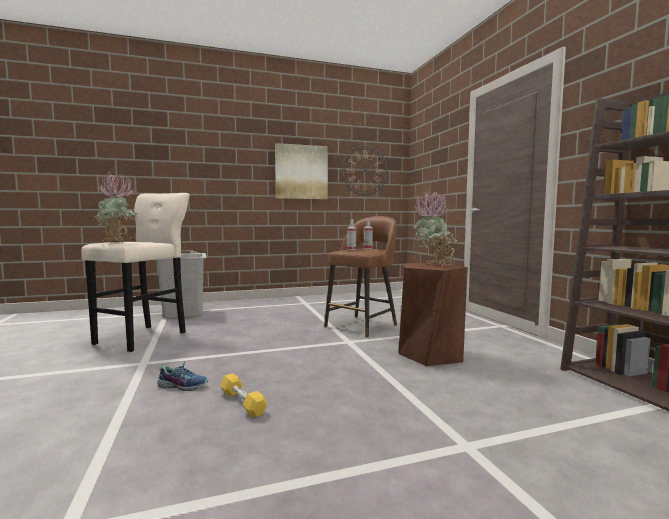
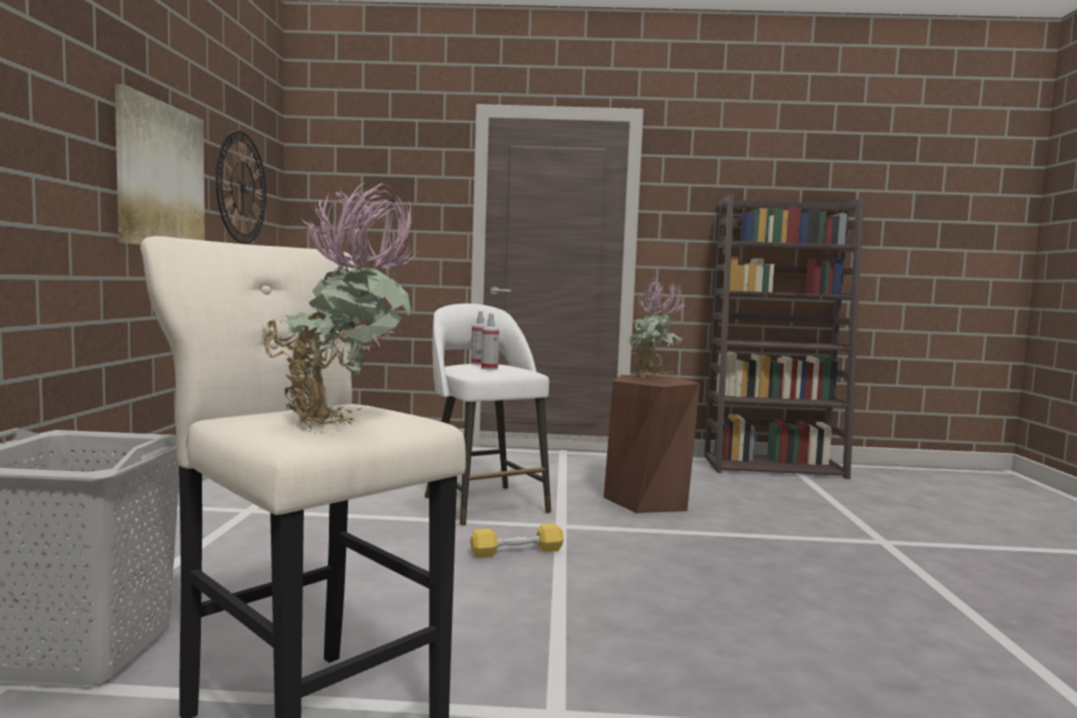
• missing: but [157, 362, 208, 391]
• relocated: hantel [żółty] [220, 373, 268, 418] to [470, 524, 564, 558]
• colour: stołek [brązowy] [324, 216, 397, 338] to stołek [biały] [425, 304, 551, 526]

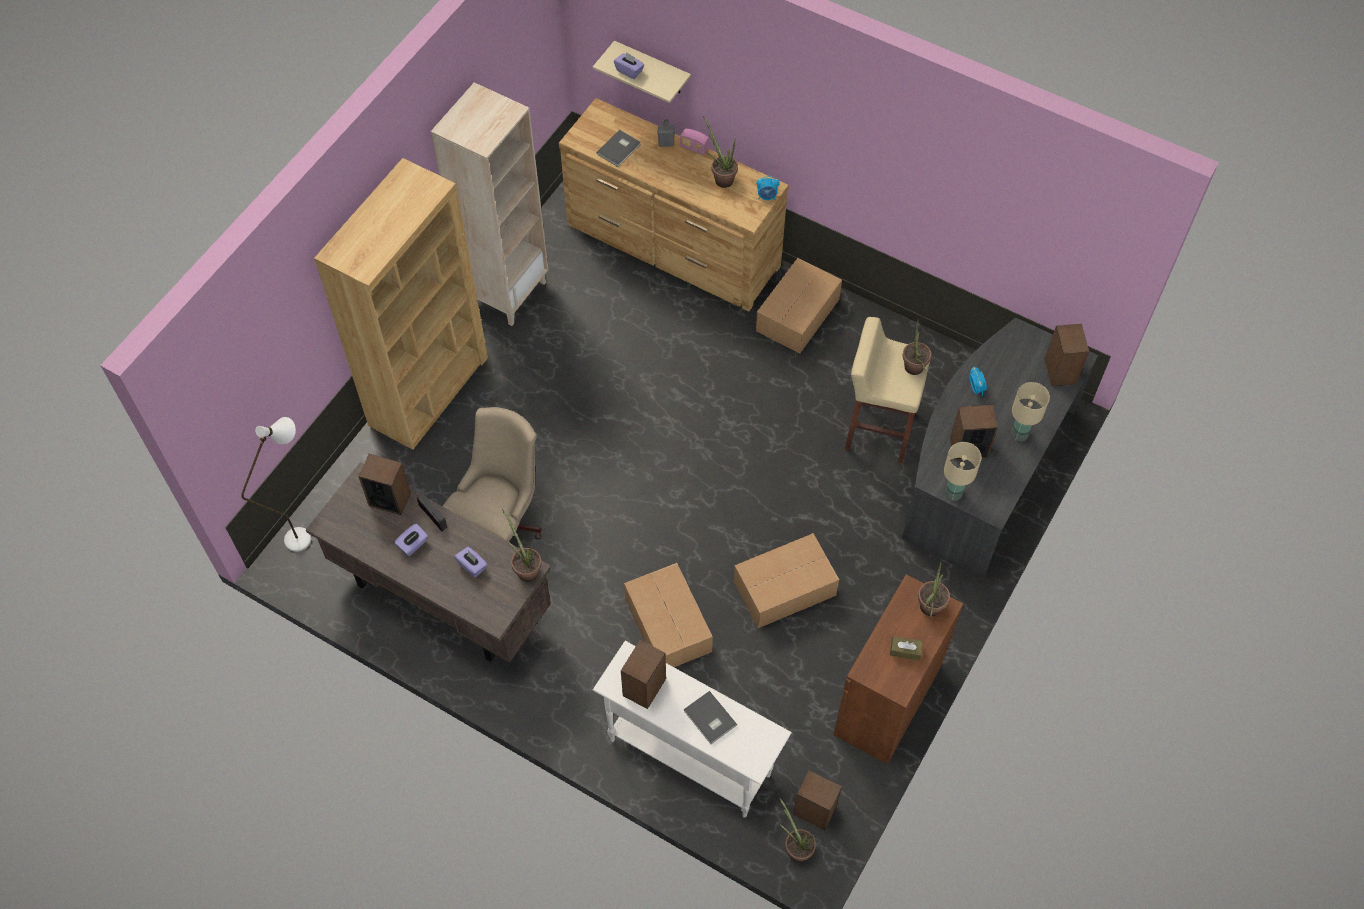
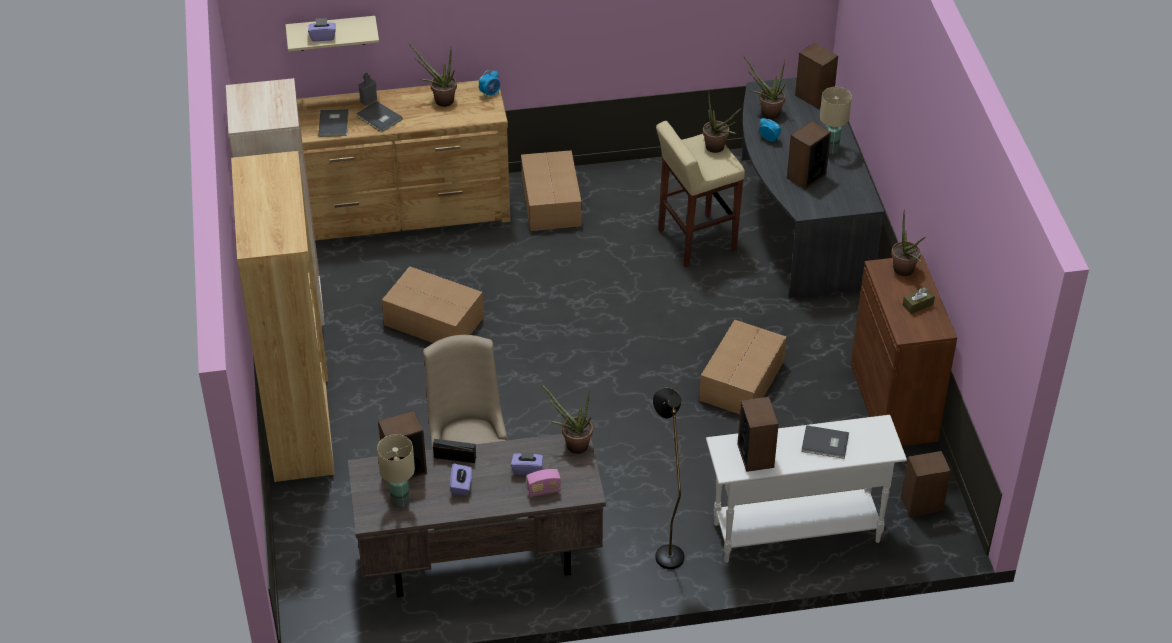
• missing: lampa stojąca [biały] [241, 417, 311, 552]
• relocated: karton [624, 563, 713, 667] to [382, 266, 484, 343]
• relocated: radio [680, 129, 709, 155] to [527, 469, 561, 497]
• relocated: roślina doniczkowa [779, 798, 816, 862] to [744, 56, 786, 119]
• relocated: lampa stołowa [beżowy] [944, 442, 982, 501] to [377, 434, 415, 508]
• appeared: książka [szary] [356, 101, 403, 132]
• appeared: lampa stojąca [czarny] [653, 388, 684, 569]

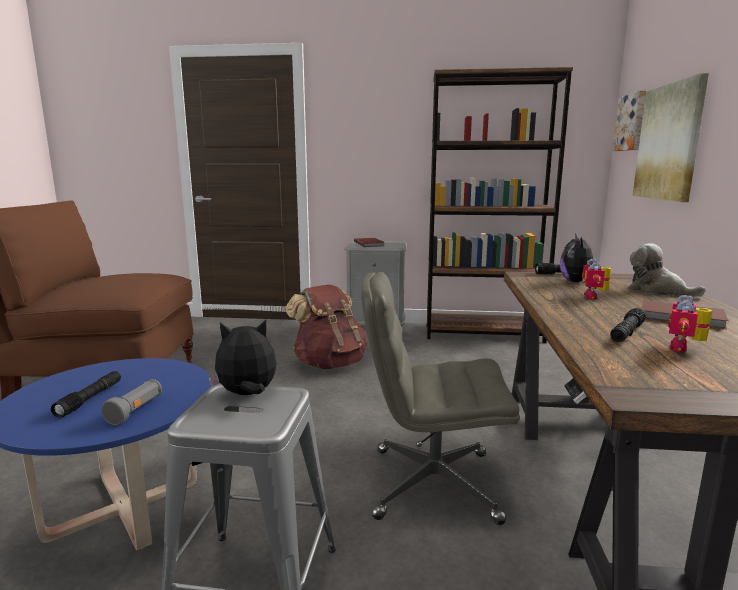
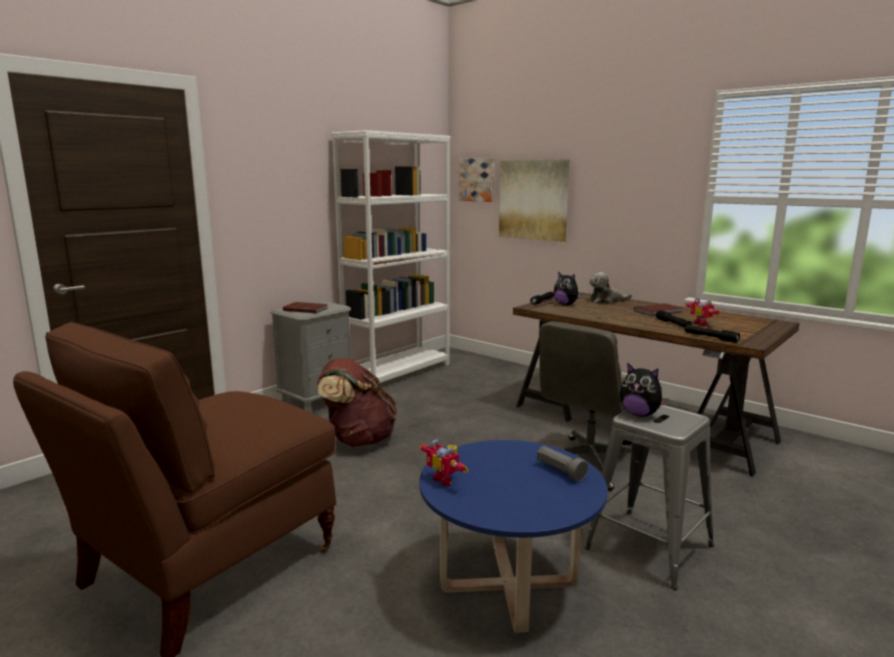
• relocated: latarka [czarny] [51, 371, 121, 418] to [685, 325, 740, 342]
• spun: pluszak [209, 320, 277, 395] = [620, 363, 669, 417] 75 degrees counterclockwise
• colour: regał [brązowy] [427, 67, 573, 343] to regał [biały] [331, 130, 450, 384]
• relocated: robot zabawkowy [582, 259, 612, 299] to [419, 439, 468, 486]

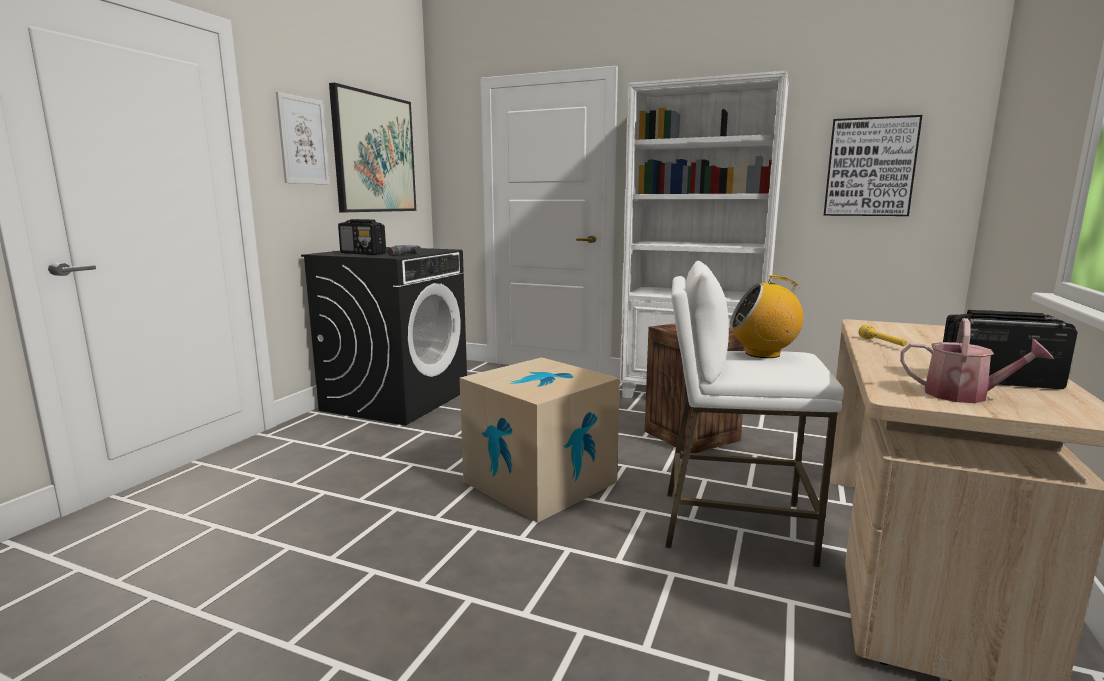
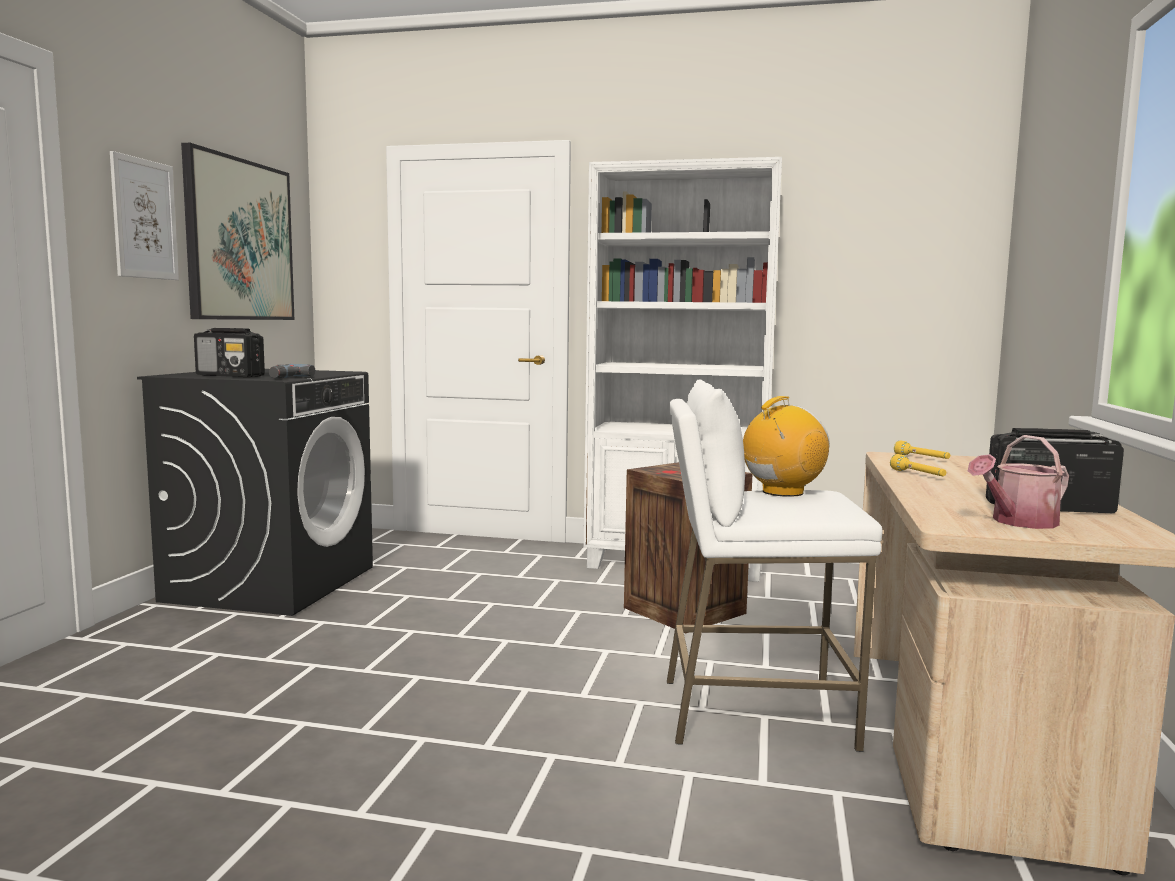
• missing: karton [459, 357, 620, 523]
• spun: radio [730, 275, 803, 358] = [743, 396, 830, 497] 150 degrees clockwise
• missing: obraz [824, 115, 922, 216]
• spun: konewka [900, 318, 1054, 403] = [968, 435, 1069, 529] 135 degrees clockwise
• appeared: latarka [żółty] [894, 440, 950, 459]

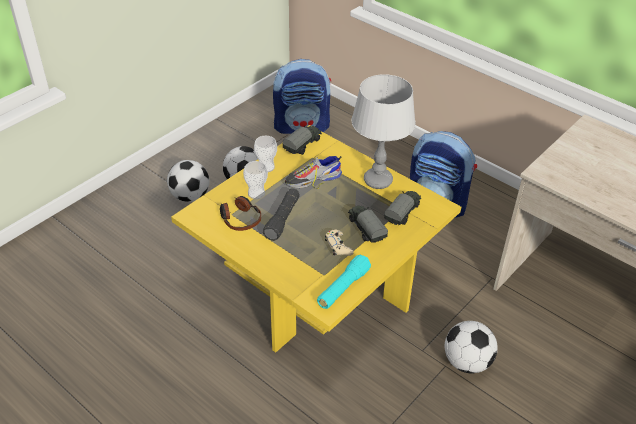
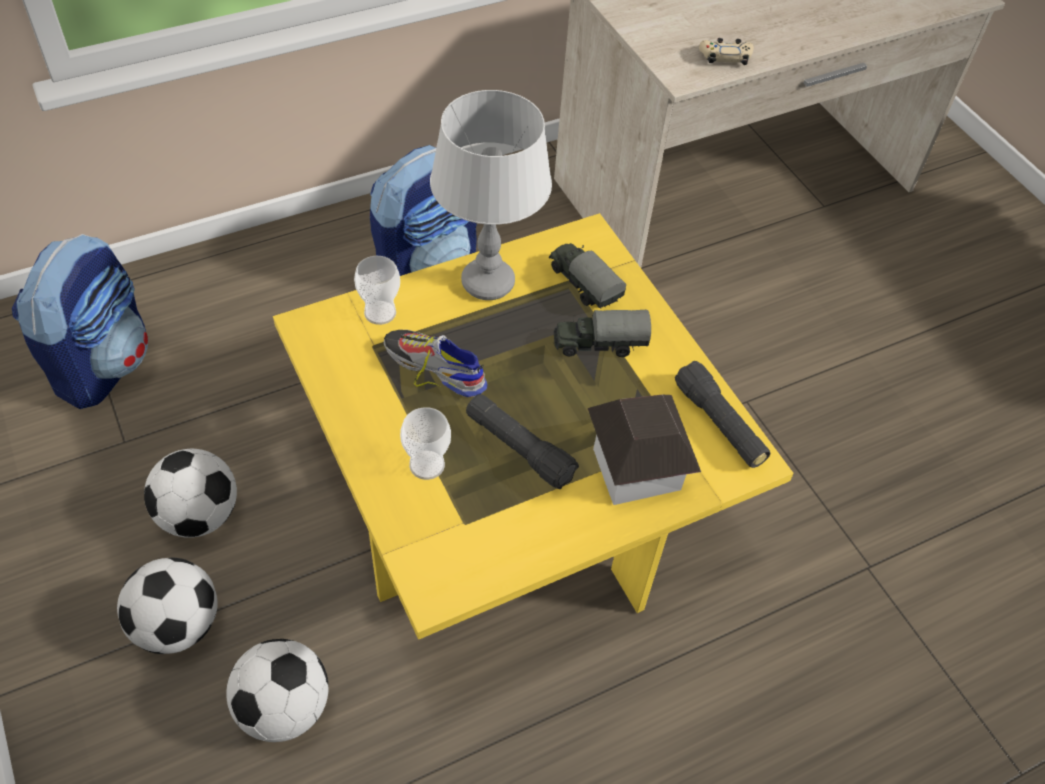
• missing: słuchawki [220, 196, 261, 231]
• relocated: filiżanka [254, 136, 277, 172] to [354, 256, 400, 325]
• missing: ciężarówka zabawkowa [283, 126, 322, 155]
• spun: but [285, 156, 342, 189] = [384, 330, 488, 397] 120 degrees clockwise
• colour: latarka [turkusowy] [317, 254, 371, 309] to latarka [czarny] [675, 361, 770, 468]
• relocated: pad do gier [beżowy] [325, 229, 354, 256] to [699, 38, 754, 65]
• relocated: piłka futbolowa [445, 321, 498, 373] to [226, 639, 328, 742]
• appeared: domek [588, 395, 701, 505]

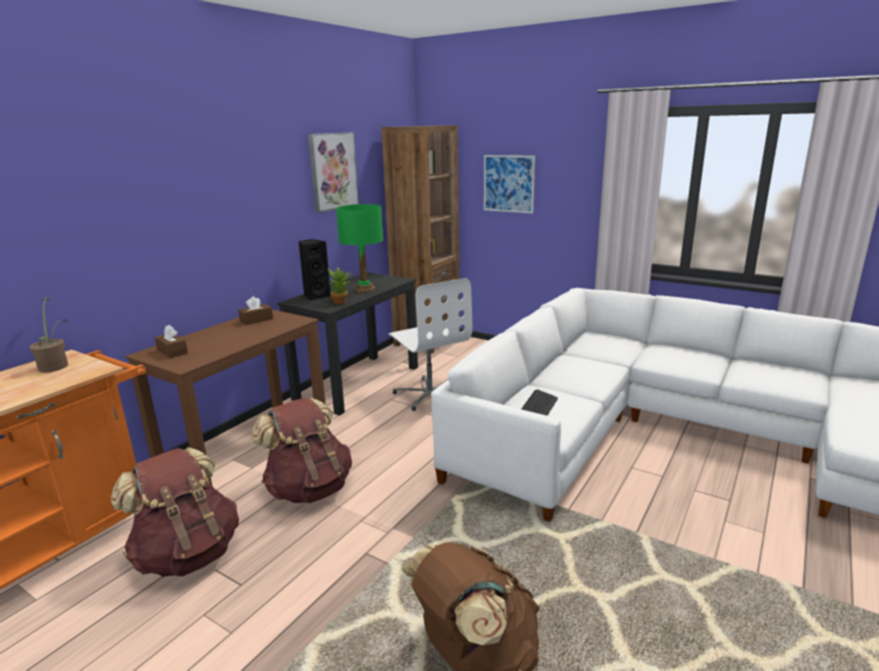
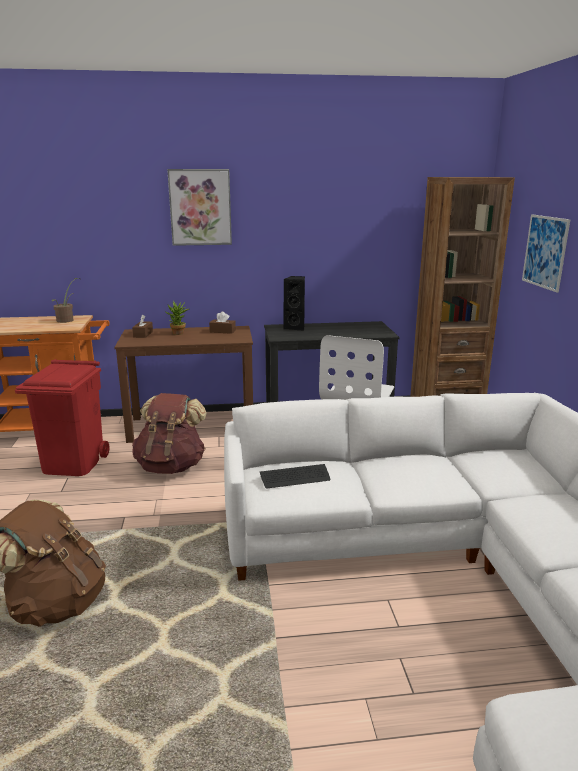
• exchanged: plecak [brązowy] [110, 447, 239, 577] to kosz na śmieci [czerwony] [15, 359, 109, 476]
• relocated: obraz [308, 132, 359, 213] to [167, 169, 232, 246]
• relocated: roślina doniczkowa [328, 268, 354, 305] to [166, 301, 189, 335]
• missing: lampa stołowa [zielony] [336, 204, 383, 293]

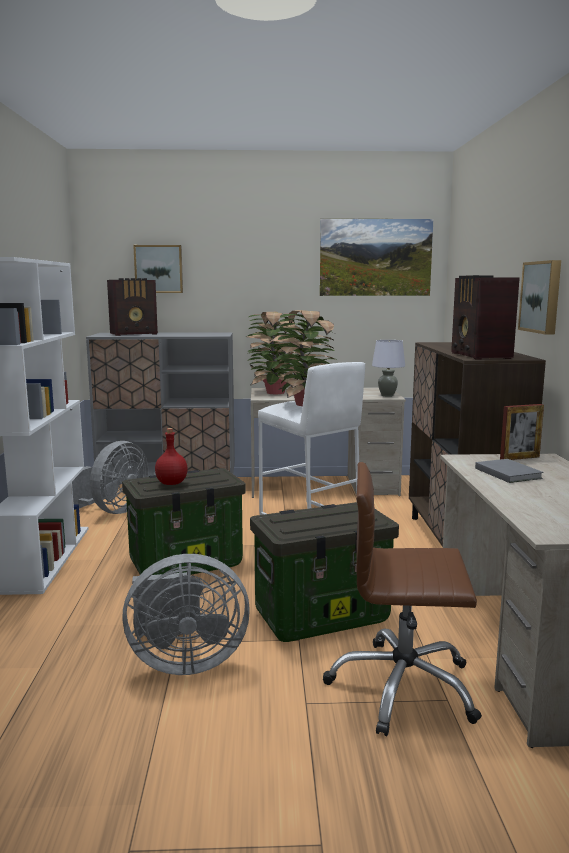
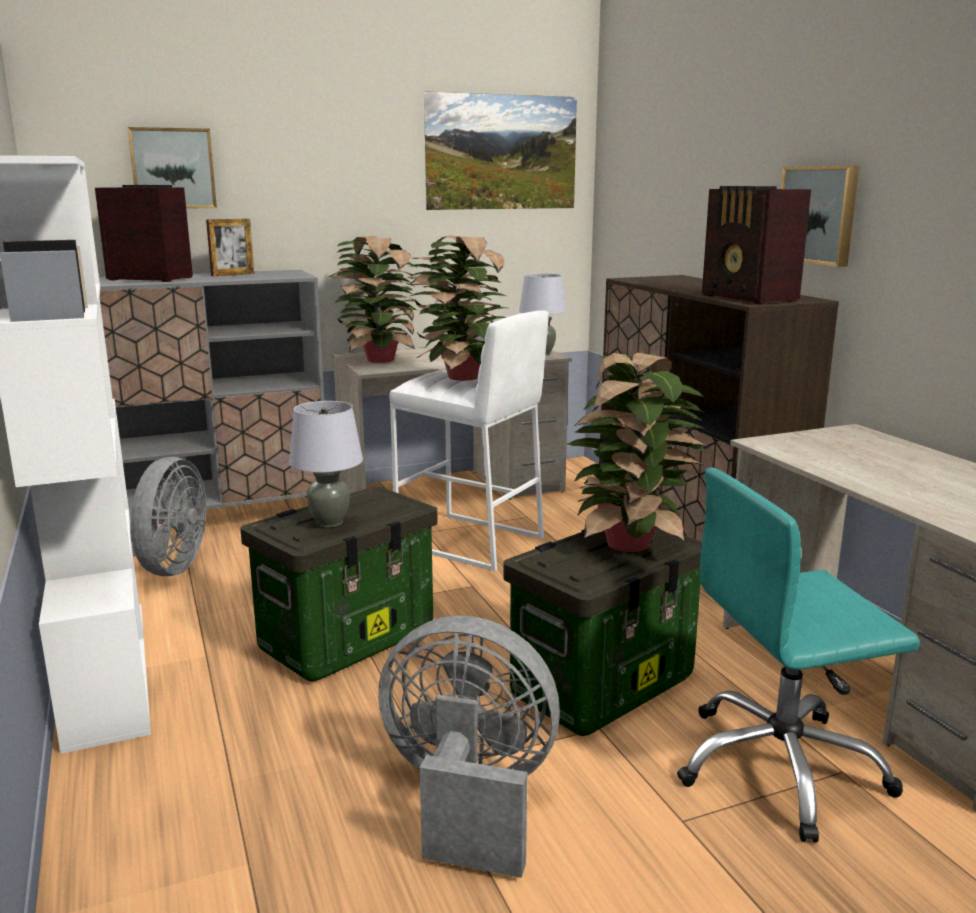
• spun: radio [107, 278, 158, 336] = [95, 185, 193, 282] 120 degrees counterclockwise
• spun: wentylator [szary] [122, 554, 250, 675] = [378, 615, 560, 878] 135 degrees counterclockwise
• exchanged: butelka [czerwony] [155, 428, 188, 485] to lampa stołowa [szary] [289, 401, 363, 528]
• colour: krzesło biurowe [brązowy] [323, 462, 482, 736] to krzesło biurowe [turkusowy] [677, 468, 920, 842]
• missing: książka [szary] [475, 459, 543, 483]
• relocated: ramka na zdjęcie [500, 404, 544, 460] to [206, 219, 254, 276]
• appeared: roślina doniczkowa [566, 352, 708, 552]

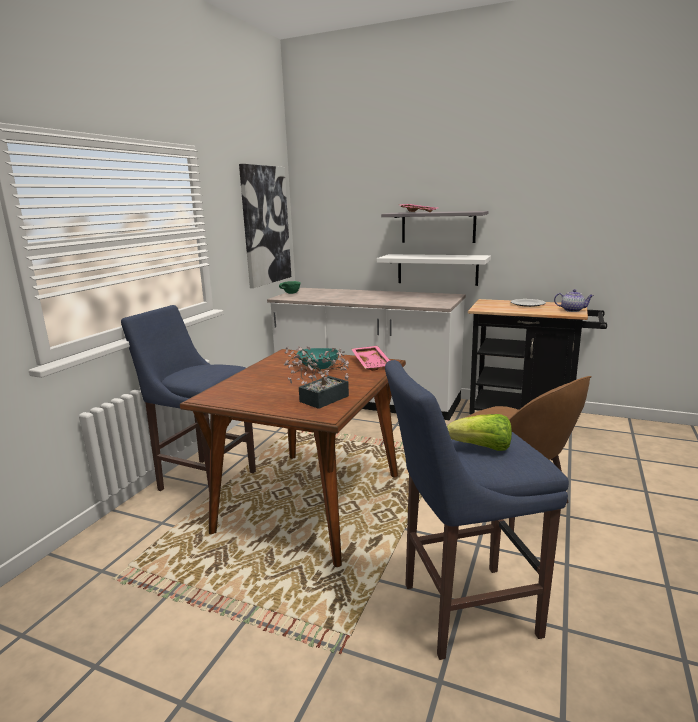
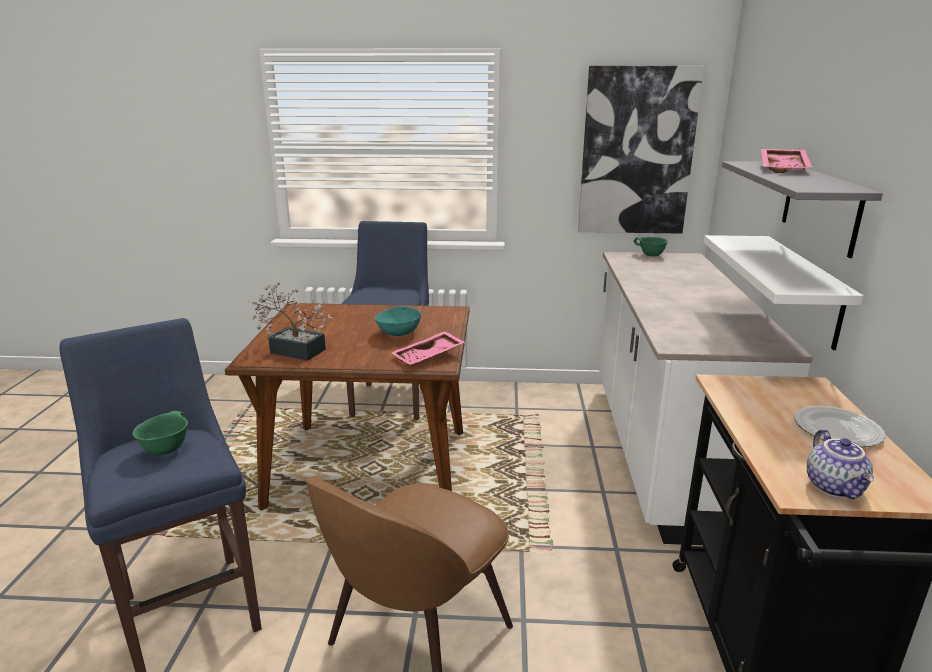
• exchanged: sałata [447, 414, 512, 451] to miska [zielony] [133, 411, 188, 455]

